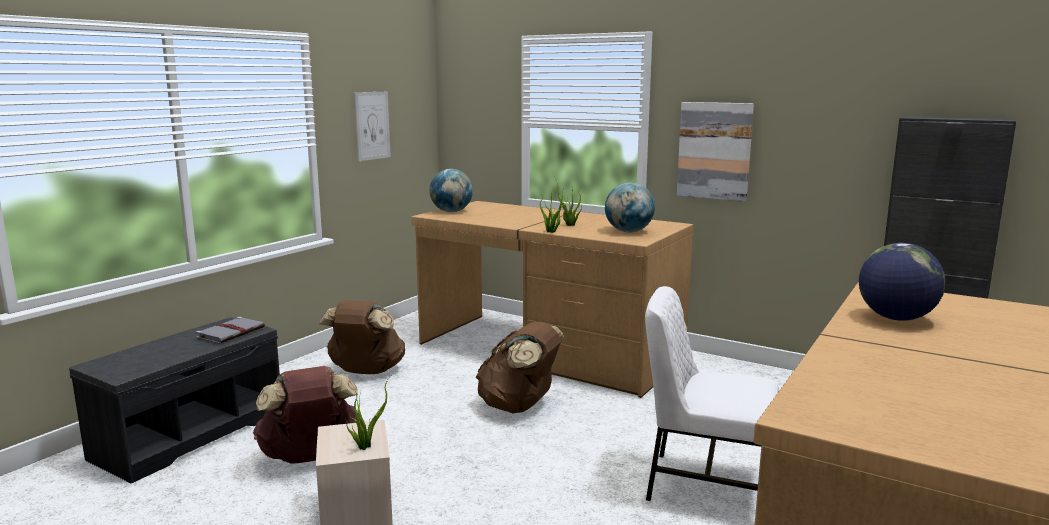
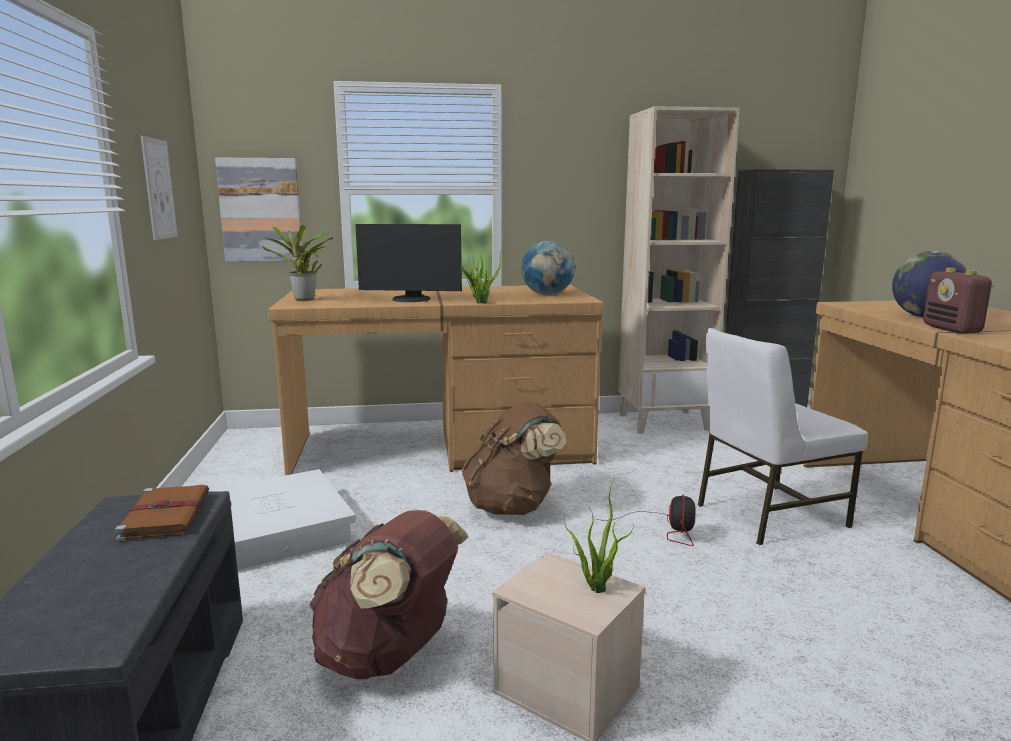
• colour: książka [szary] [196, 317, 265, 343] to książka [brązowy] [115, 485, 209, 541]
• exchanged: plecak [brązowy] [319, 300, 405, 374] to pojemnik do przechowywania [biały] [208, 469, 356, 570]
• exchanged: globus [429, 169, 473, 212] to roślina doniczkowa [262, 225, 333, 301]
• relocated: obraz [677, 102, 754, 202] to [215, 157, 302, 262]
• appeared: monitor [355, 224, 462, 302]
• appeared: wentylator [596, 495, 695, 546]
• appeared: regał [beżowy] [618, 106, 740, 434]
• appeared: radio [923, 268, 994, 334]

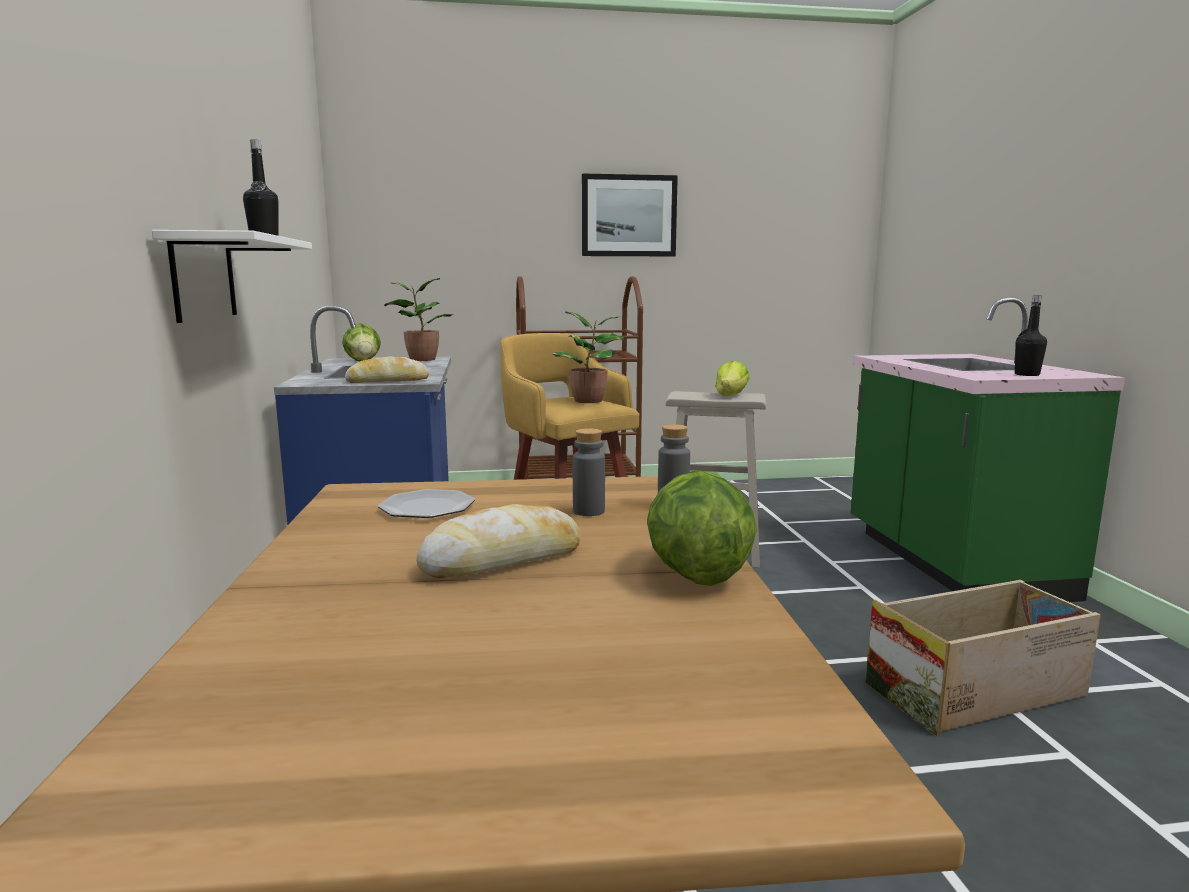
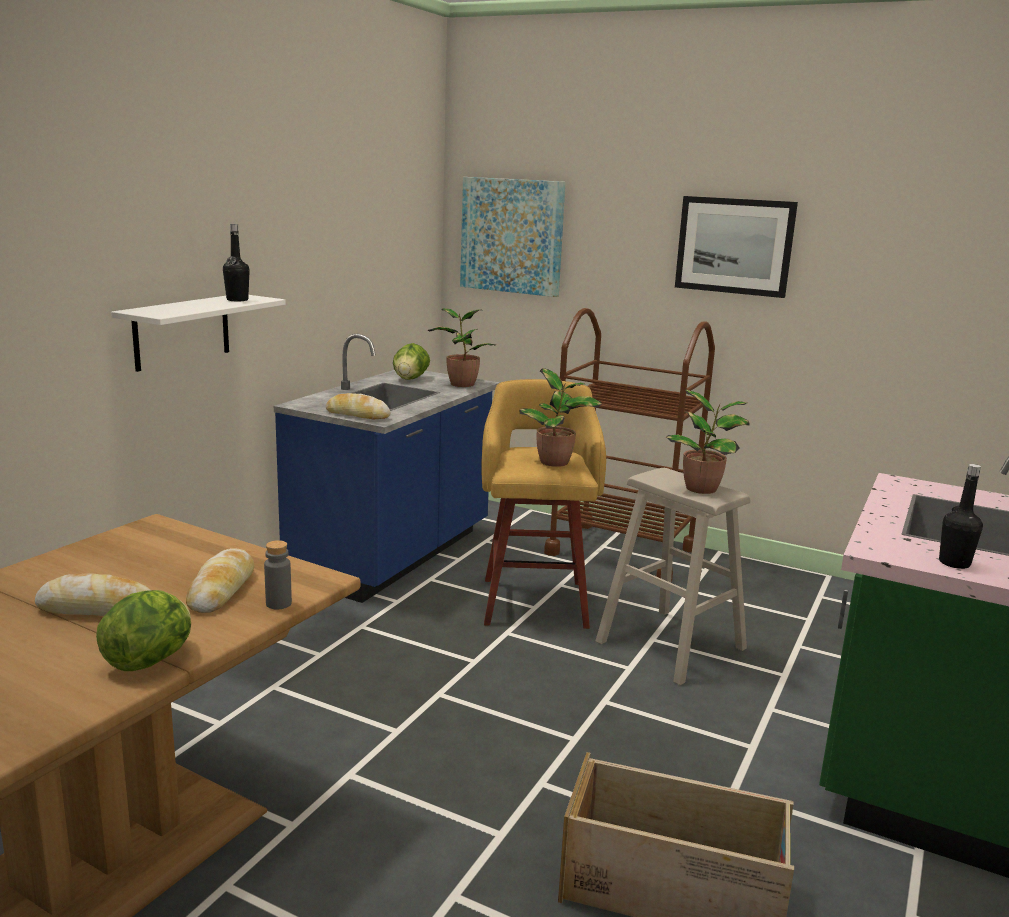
• missing: talerz [378, 489, 475, 518]
• exchanged: butelka [szary] [573, 428, 605, 516] to chleb [186, 548, 254, 613]
• exchanged: sałata [715, 361, 749, 396] to roślina doniczkowa [666, 390, 749, 494]
• appeared: obraz [460, 177, 565, 297]

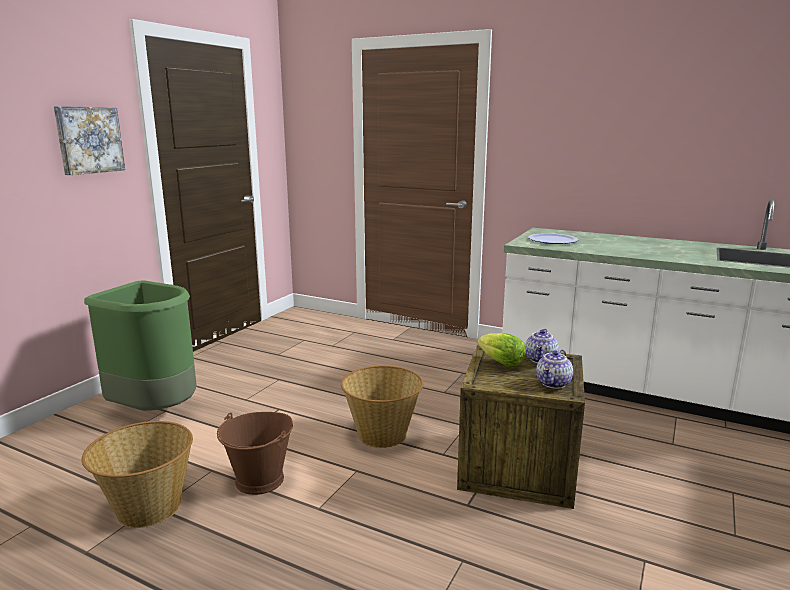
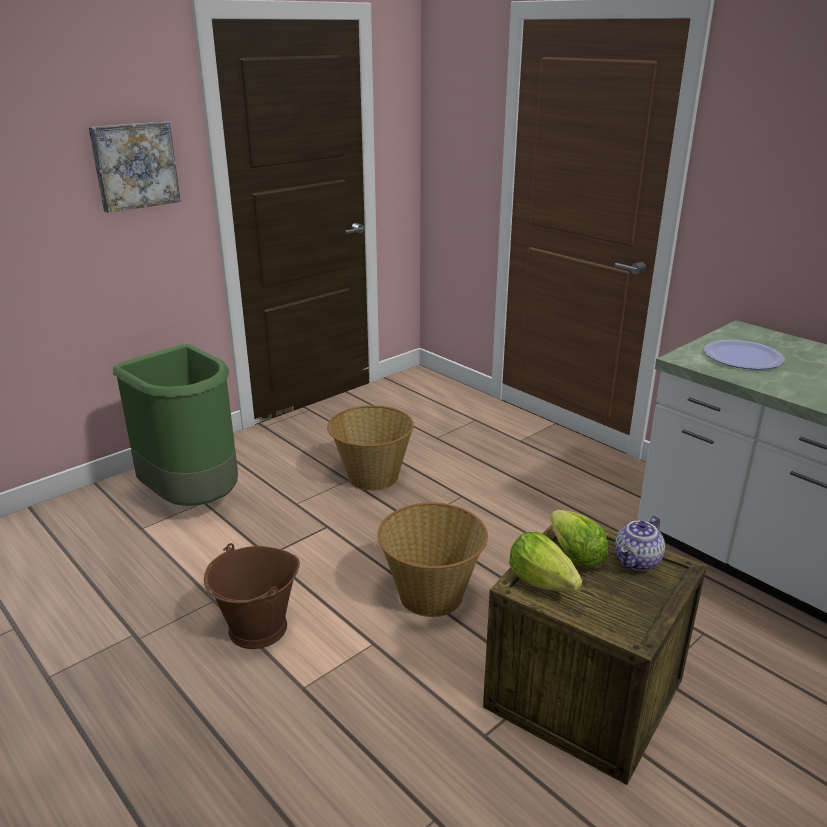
• relocated: koszyk [82, 421, 193, 528] to [327, 405, 414, 491]
• missing: imbryk [536, 350, 573, 389]
• appeared: sałata [509, 532, 582, 591]

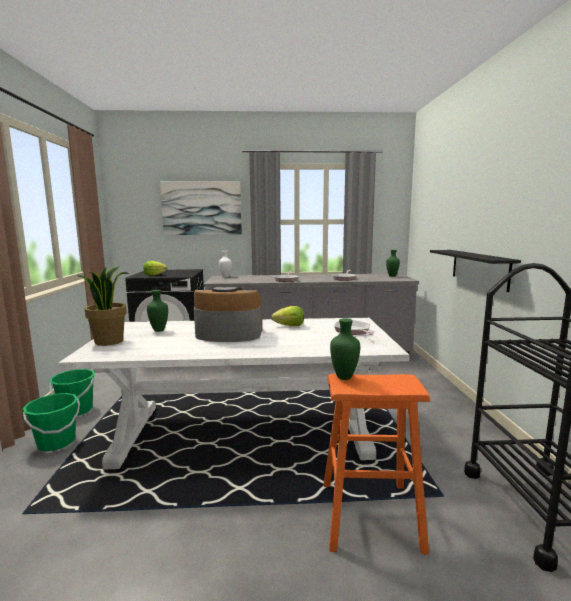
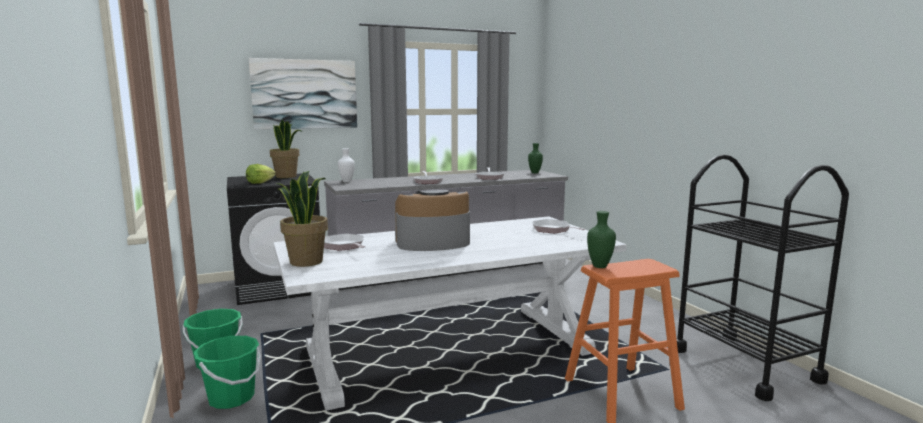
• exchanged: wazon [zielony] [147, 290, 168, 332] to patelnia [324, 233, 366, 251]
• missing: sałata [271, 306, 304, 326]
• missing: półka [czarny] [430, 250, 521, 292]
• appeared: roślina doniczkowa [270, 120, 302, 178]

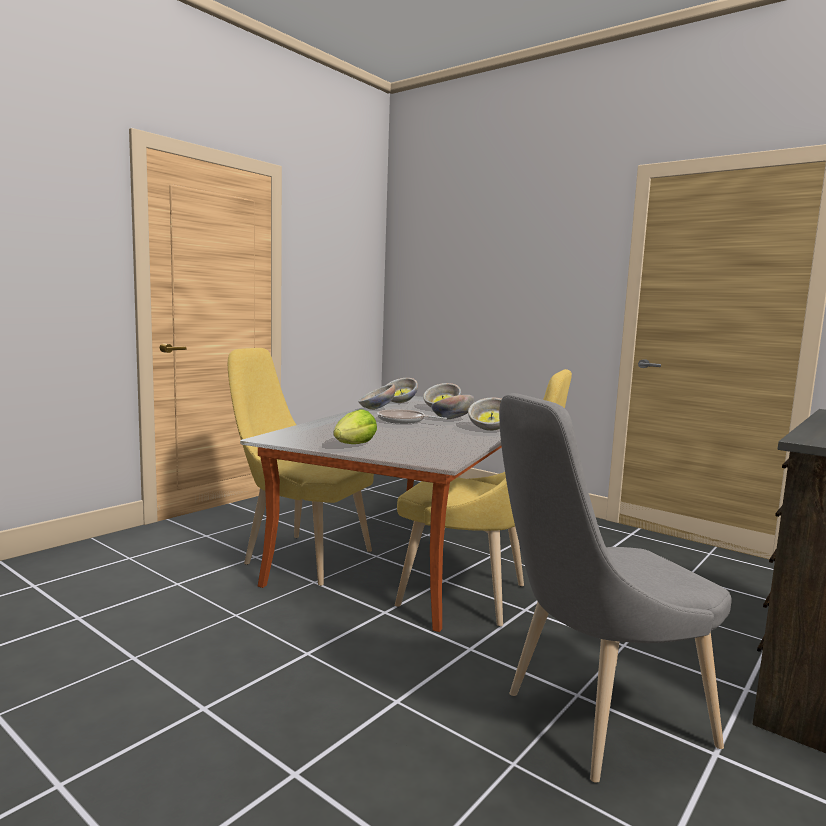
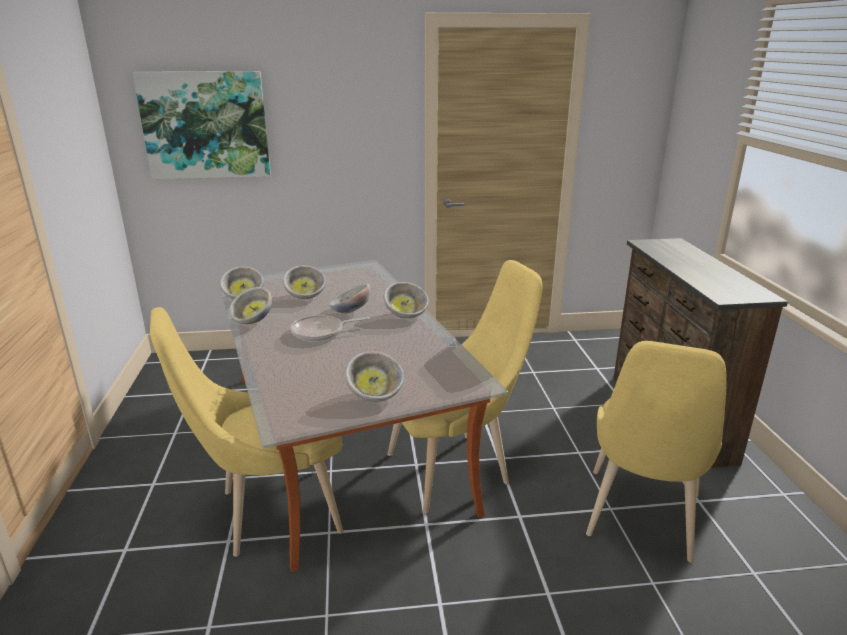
• exchanged: sałata [333, 409, 377, 444] to miska [345, 351, 404, 402]
• colour: krzesło [szary] [499, 393, 732, 783] to krzesło [żółty] [586, 341, 727, 563]
• appeared: obraz [132, 71, 271, 179]

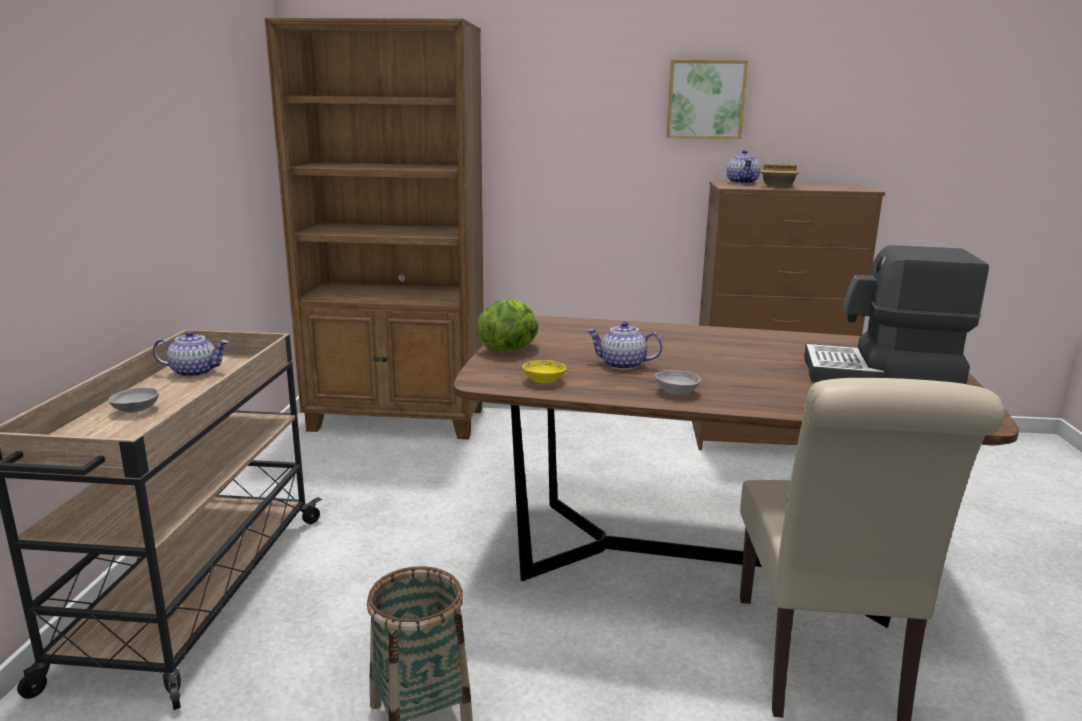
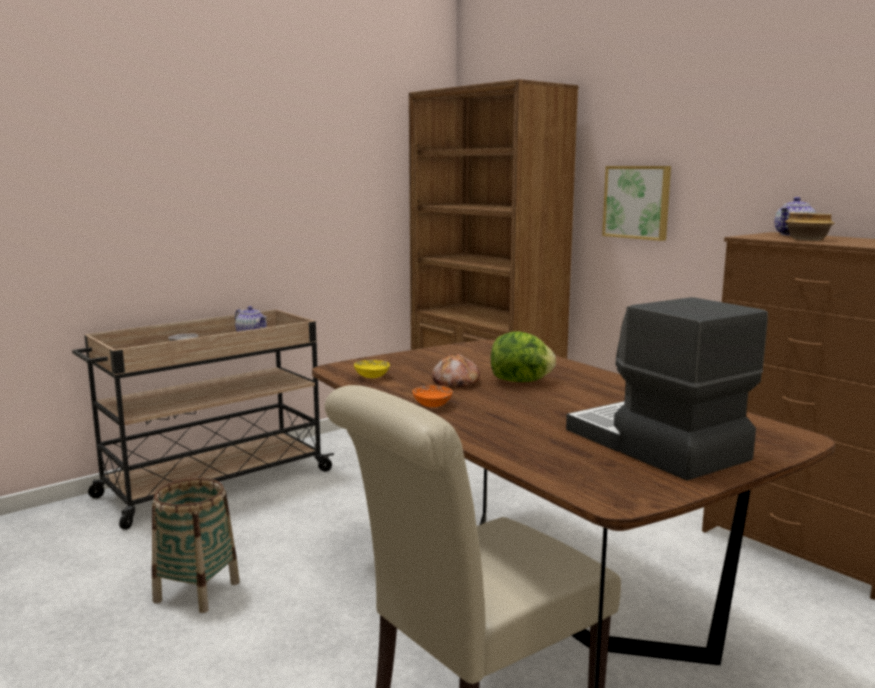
• relocated: sałata [477, 299, 539, 352] to [491, 331, 556, 382]
• exchanged: imbryk [587, 321, 663, 370] to chleb [432, 353, 480, 387]
• colour: miska [szary] [655, 370, 701, 394] to miska [pomarańczowy] [412, 385, 453, 407]
• relocated: obraz [666, 60, 748, 139] to [602, 166, 671, 241]

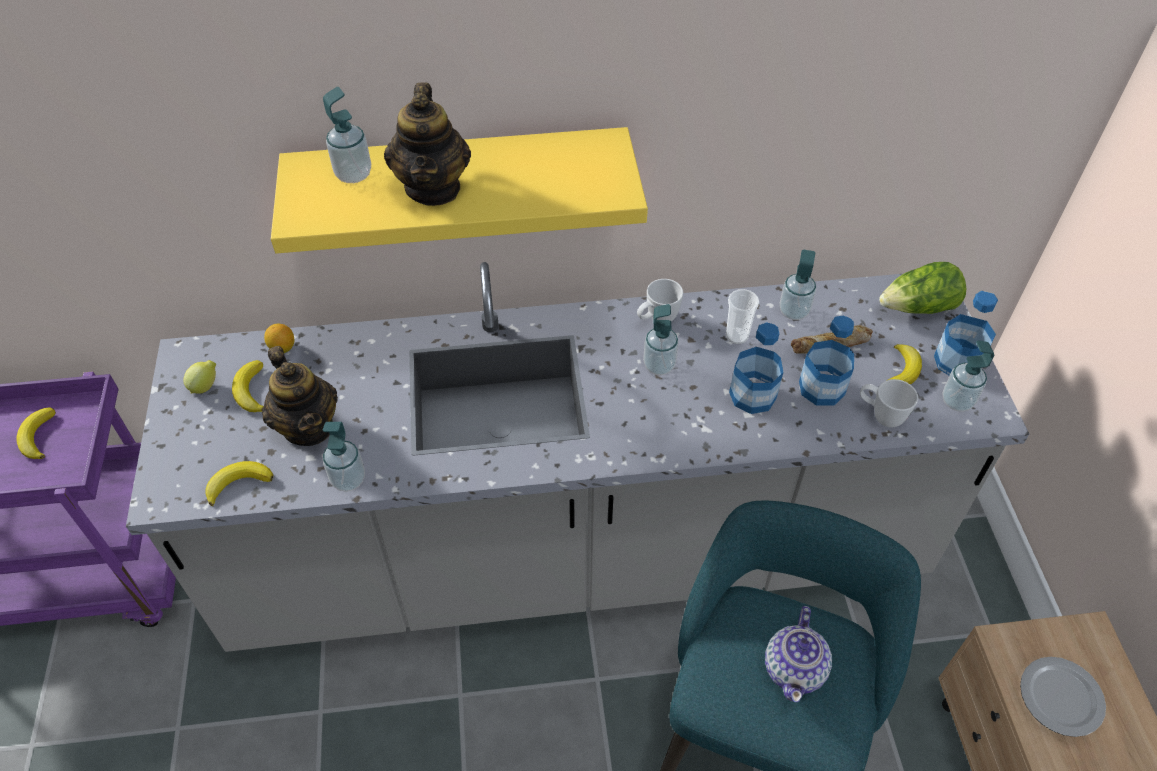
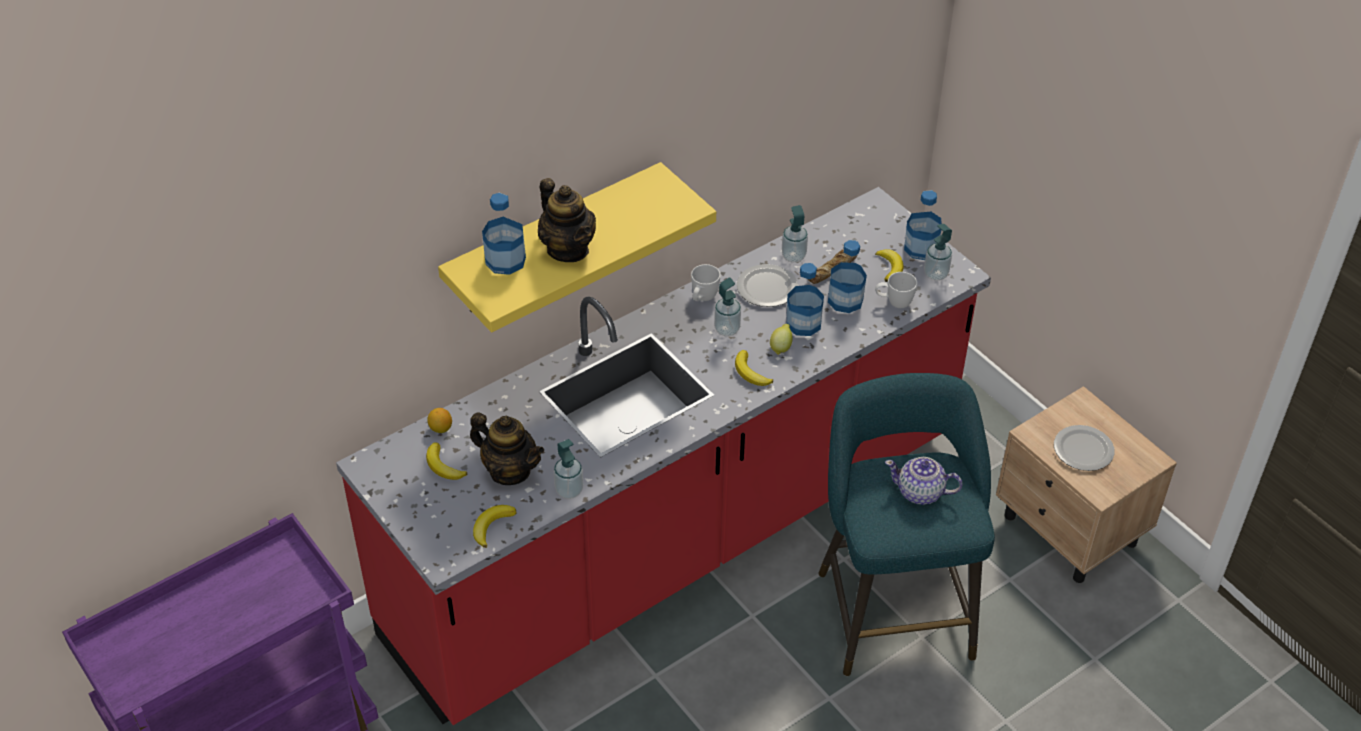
• relocated: banan [16, 407, 56, 459] to [735, 350, 773, 386]
• colour: zabudowa kuchenna [szary] [126, 262, 1029, 652] to zabudowa kuchenna [czerwony] [336, 187, 991, 725]
• relocated: cytryna [183, 360, 216, 394] to [770, 324, 793, 355]
• exchanged: dozownik mydła [323, 87, 371, 183] to butelka [482, 193, 526, 275]
• exchanged: filiżanka [726, 289, 759, 344] to talerz [737, 264, 798, 307]
• spun: imbryk [765, 606, 832, 702] = [885, 457, 963, 505] 120 degrees clockwise
• missing: sałata [879, 262, 966, 314]

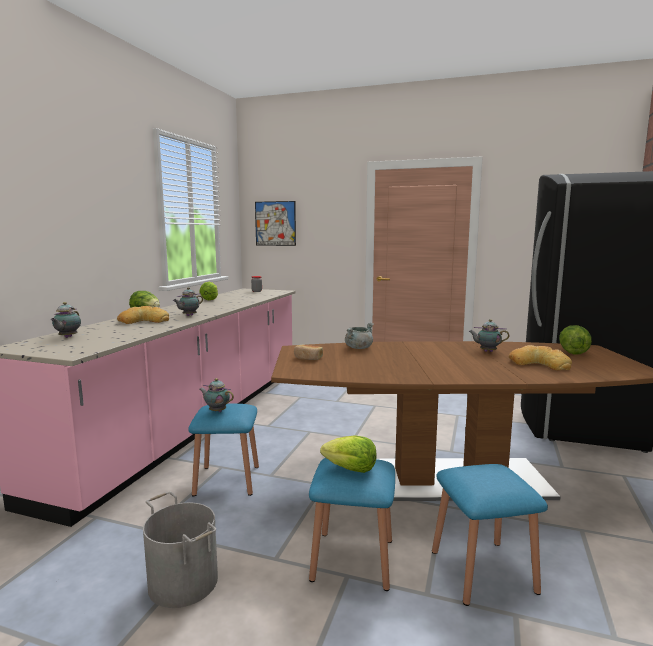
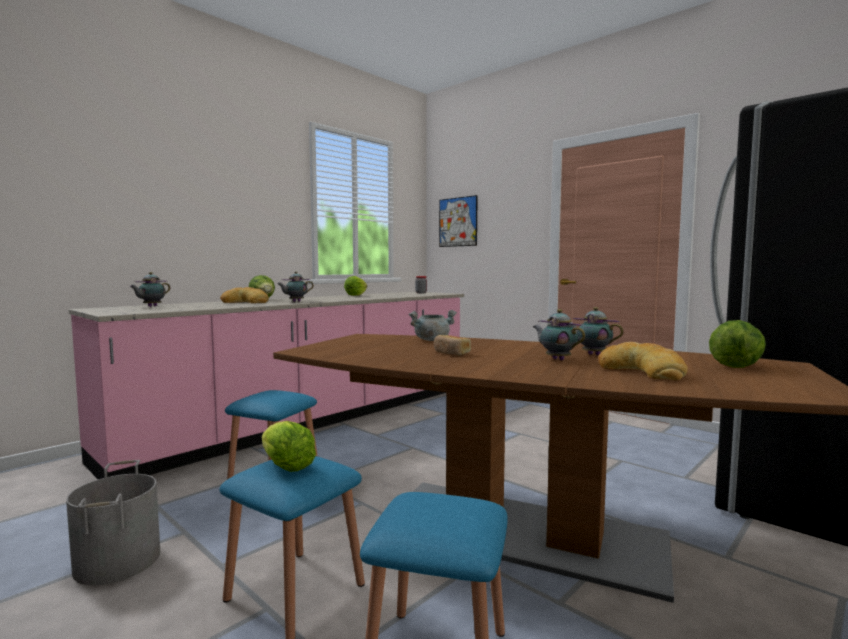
• relocated: imbryk [200, 378, 234, 412] to [533, 309, 585, 360]
• relocated: chleb [294, 345, 323, 360] to [434, 335, 471, 355]

